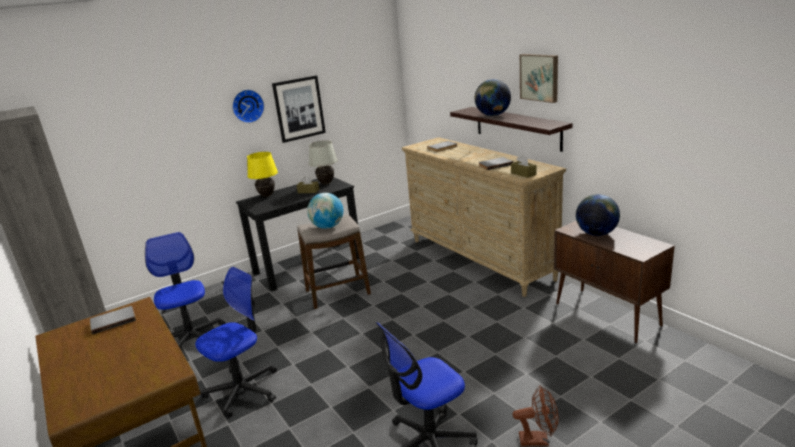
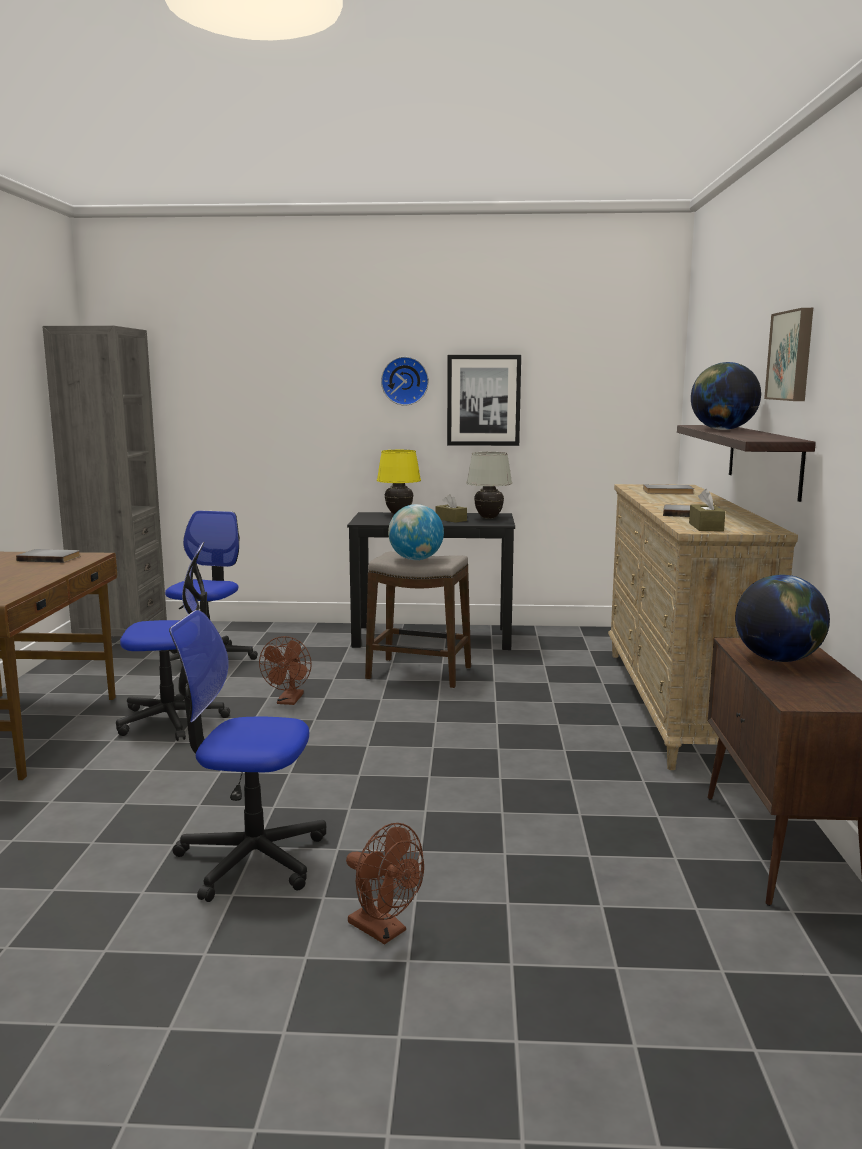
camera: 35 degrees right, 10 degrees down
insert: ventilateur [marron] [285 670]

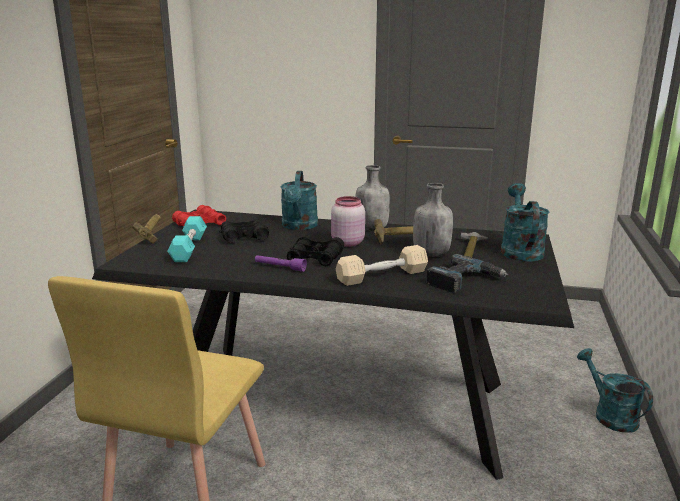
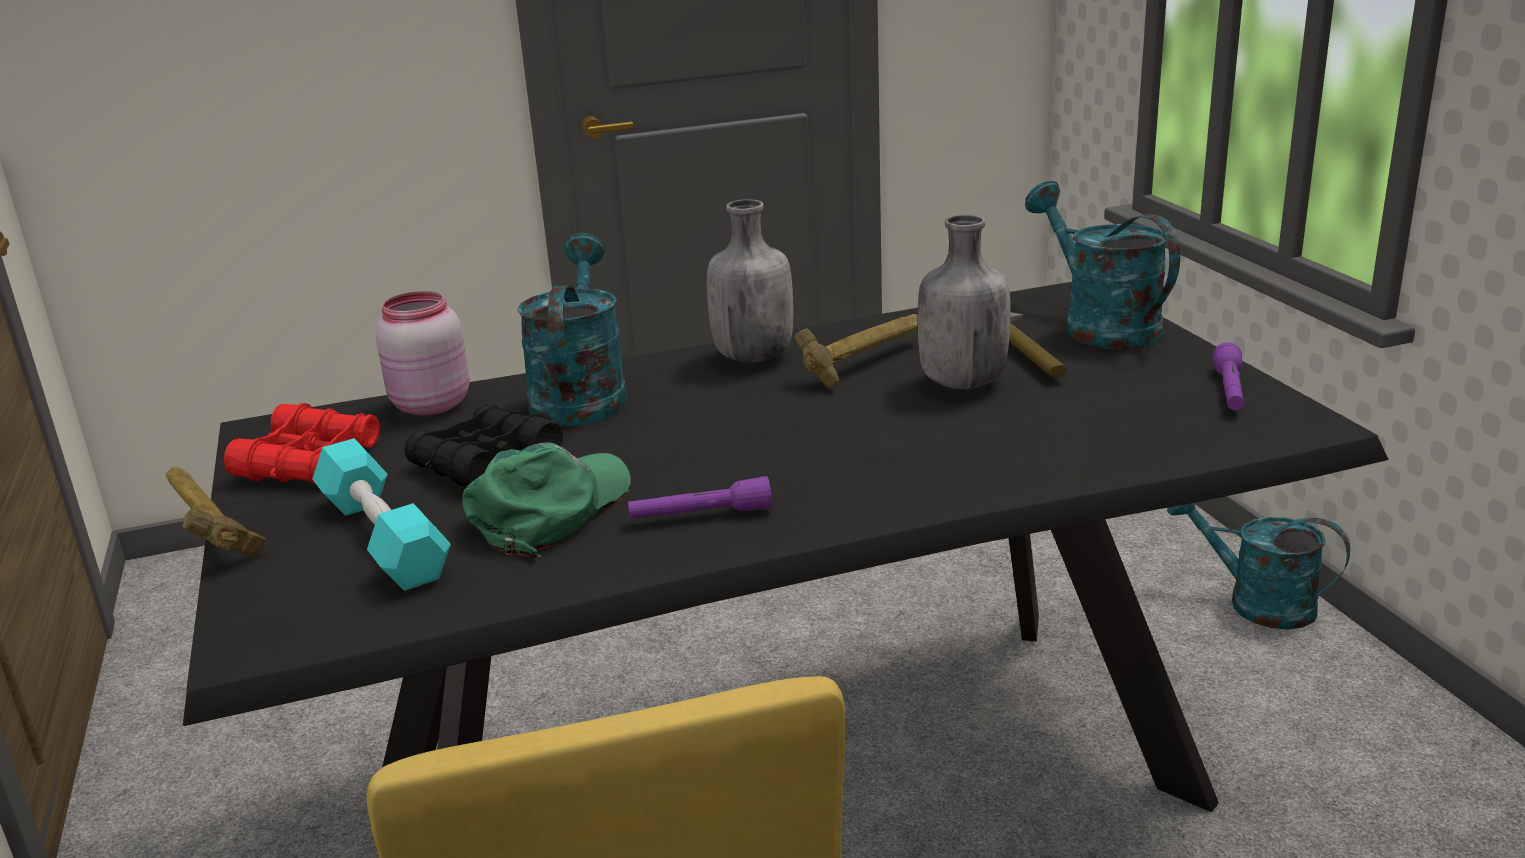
camera: 30 degrees left, 5 degrees up
delete: jumelles [noir] [315 250]; haltère [beige] [382 265]; perceuse [467 273]
insert: casquette [vert] [546 500]; lampe de poche [violet] [1228 376]
move: bocal [rose] [348 221] to [423 353]
rotate: arrosoir [turquoise] [299 200] = [572 330] 150 degrees counterclockwise

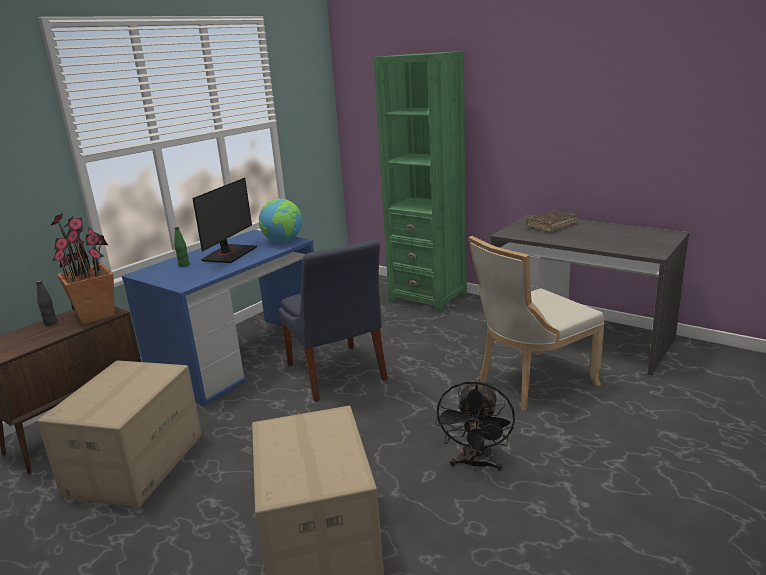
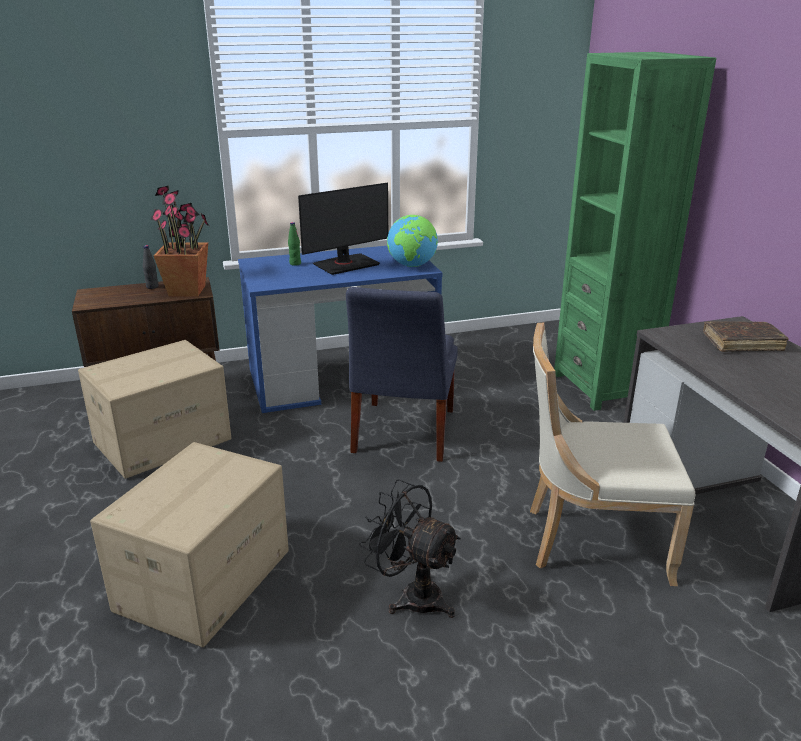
camera: 35 degrees right, 5 degrees up
rotate: ventilateur [noir] [475 425] = [410 548] 75 degrees clockwise

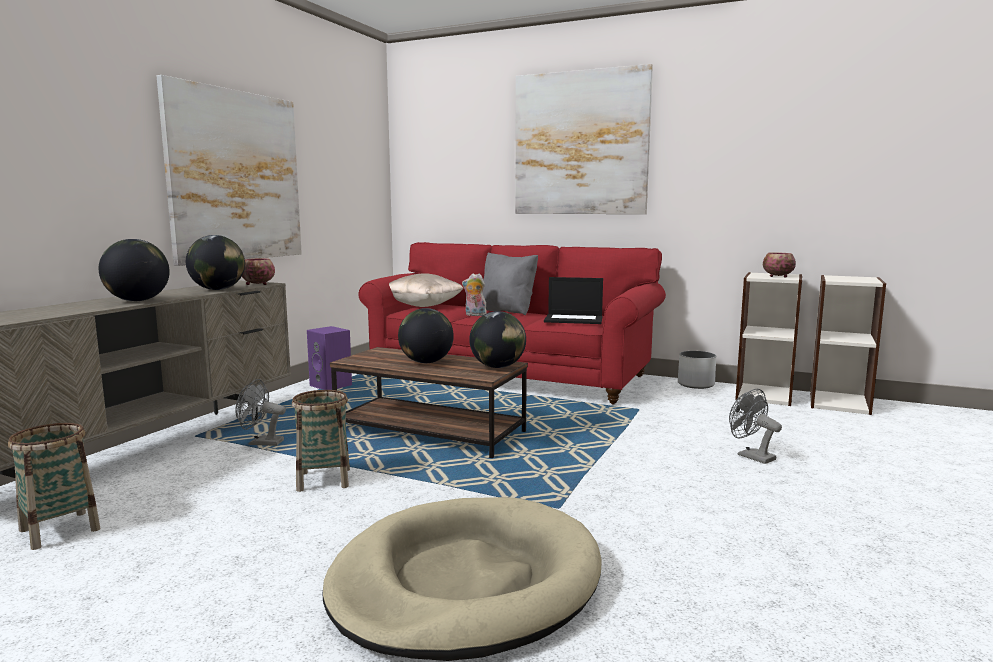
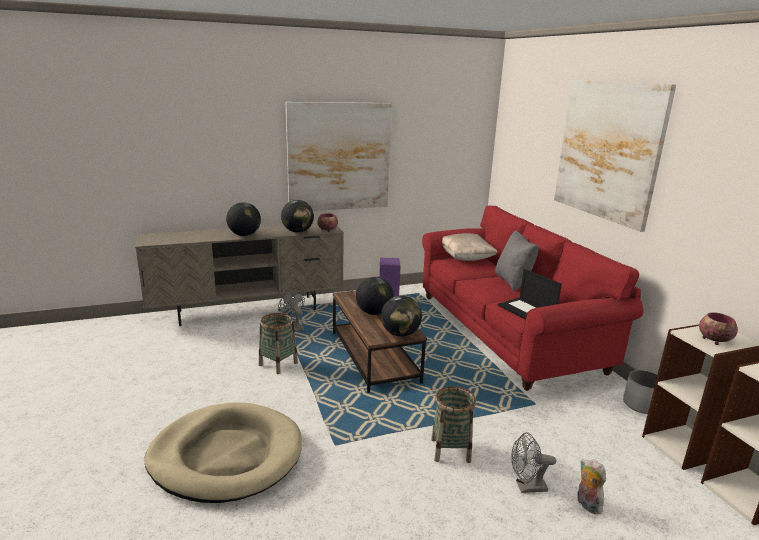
camera: 45 degrees right, 10 degrees up
move: panier [54 486] to [453 424]; peluche [474 295] to [591 486]
rotate: ventilateur [gris] [755 426] = [533 462] 105 degrees counterclockwise

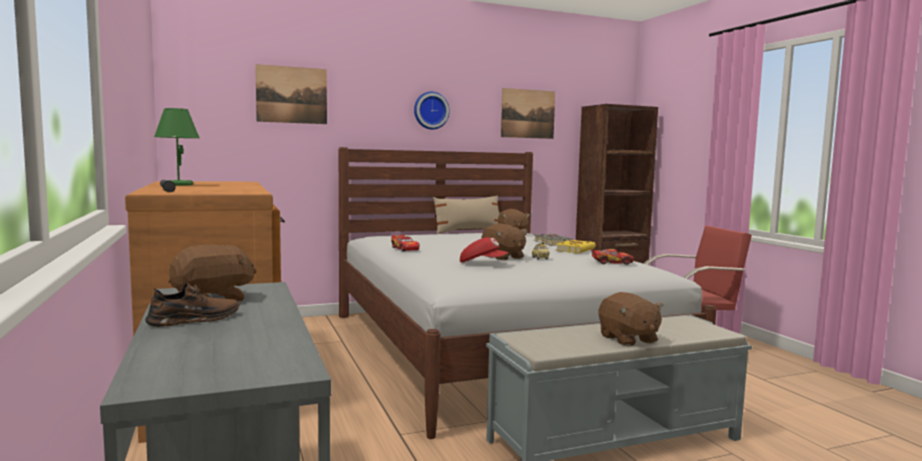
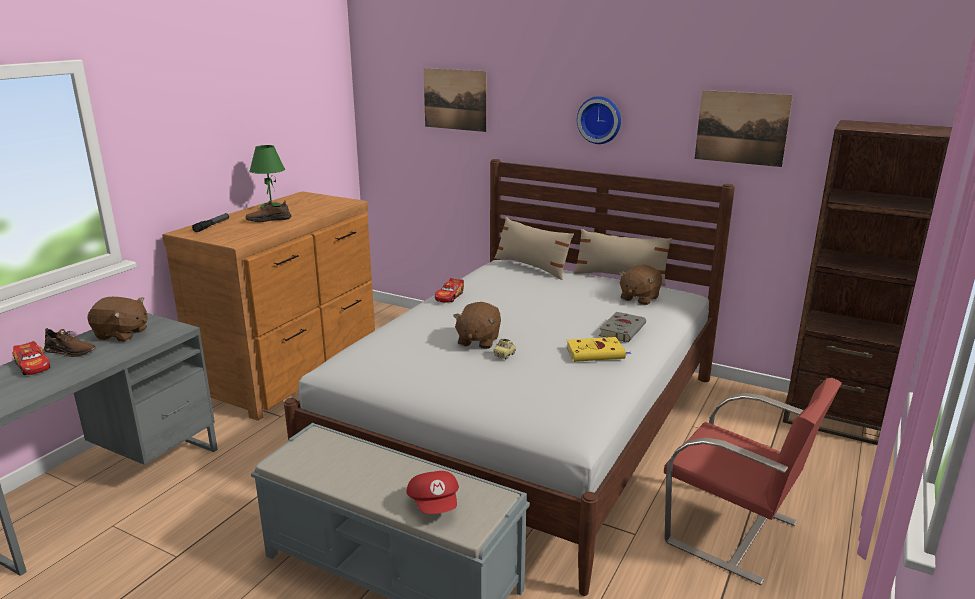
camera: 50 degrees right, 15 degrees up
delete: peluche [marron] [631 319]
insert: chaussure [marron] [268 211]; coussin [beige] [534 248]
move: casquette [rouge] [484 250] to [432 492]; petite voiture [612 257] to [31 358]

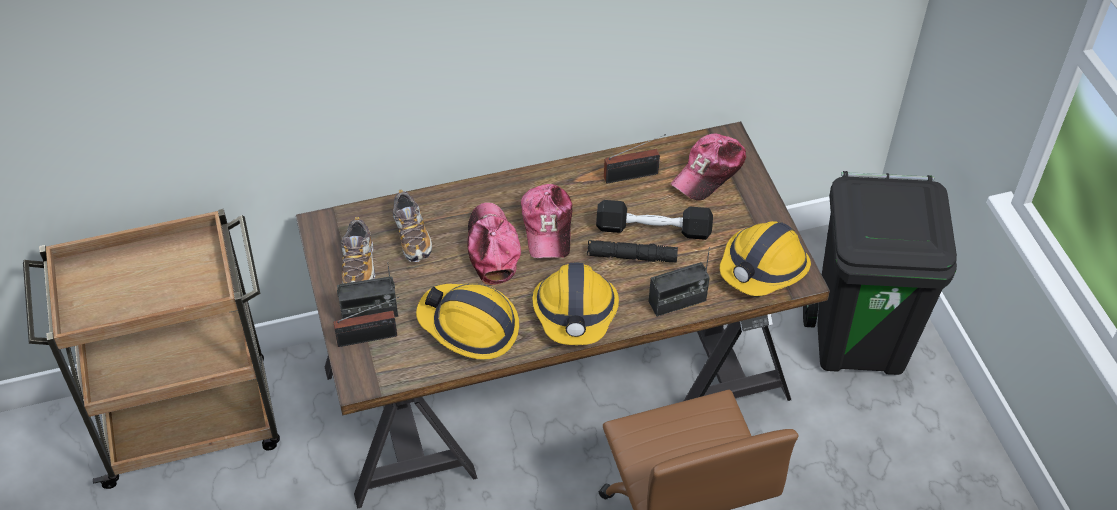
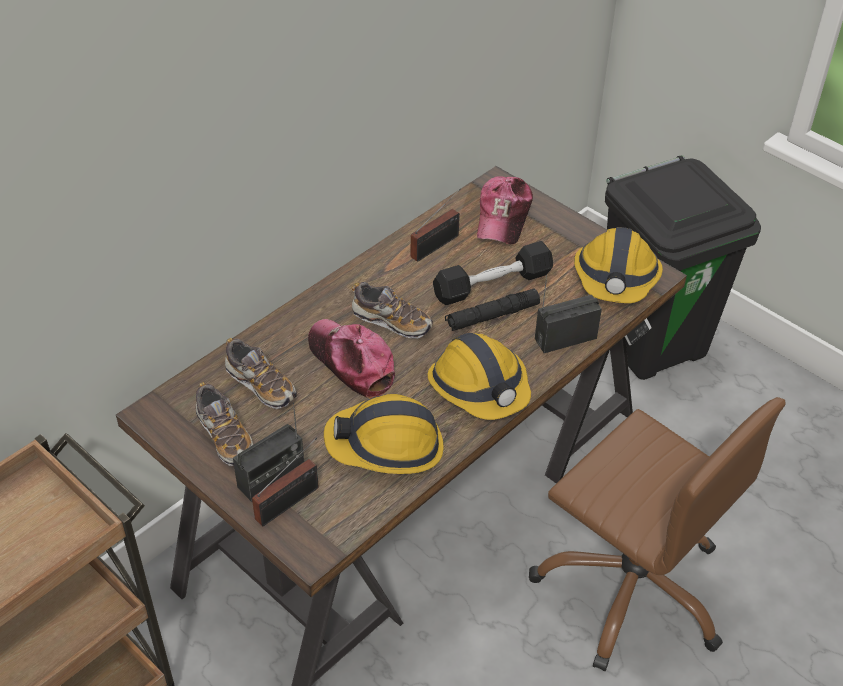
camera: 30 degrees left, 5 degrees down
replace: casquette [546 221] to chaussure [392 310]
rotate: radio [679 282] = [568 314] 150 degrees counterclockwise

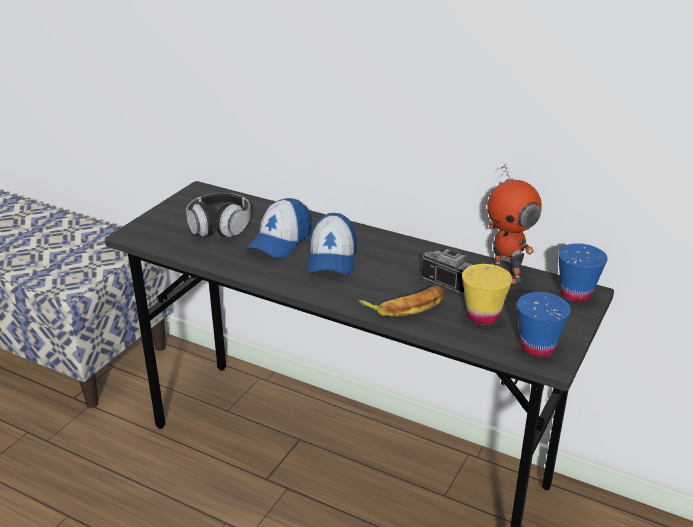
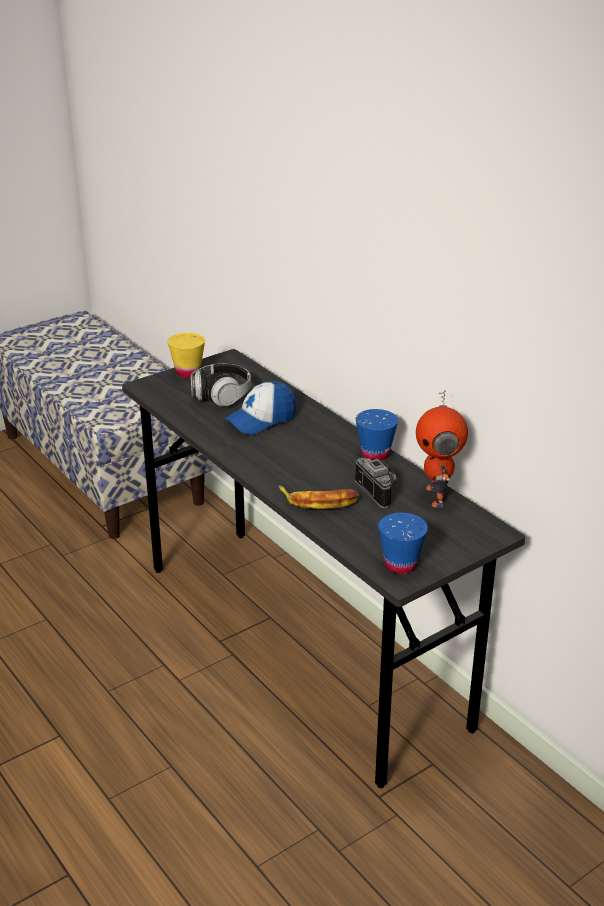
camera: 25 degrees right, 0 degrees up
delete: casquette [331 244]
move: tasse [jaune] [487 294] to [186 355]; tasse [bleu] [583 272] to [377 434]

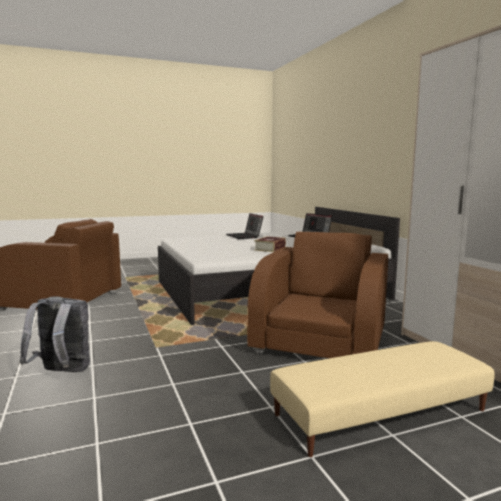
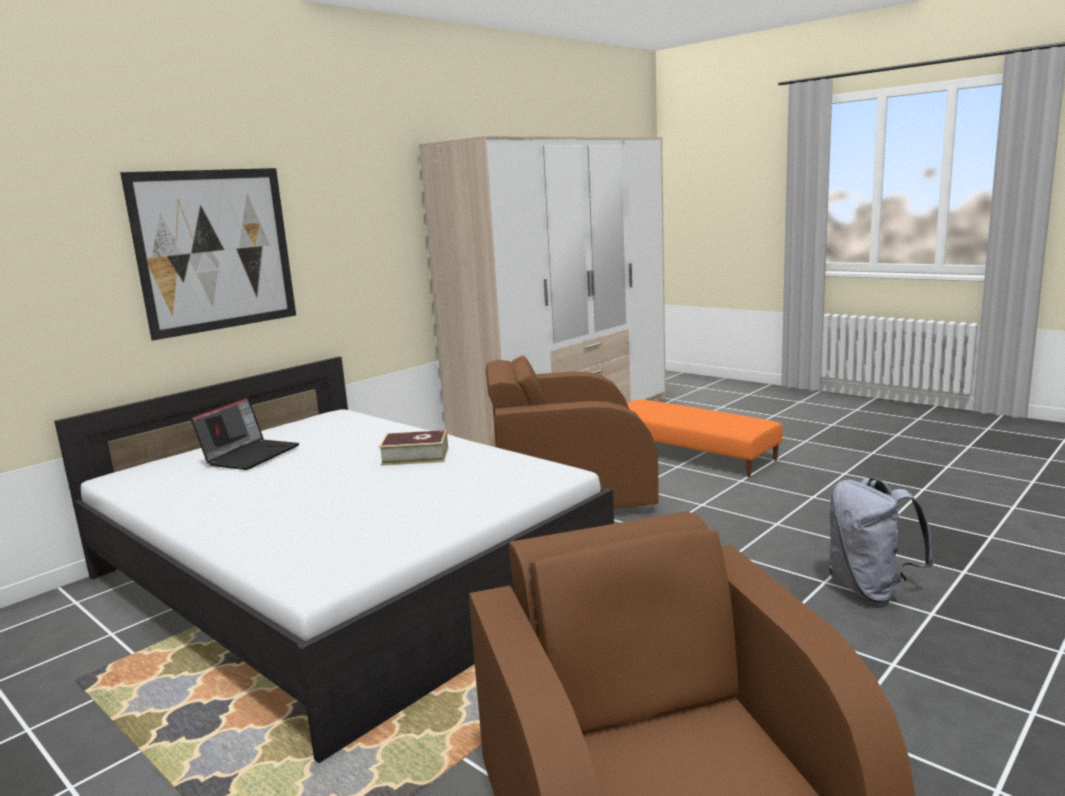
camera: 115 degrees left, 5 degrees up
delete: ordinateur portable [245 226]
insert: tableau [208 254]
recolor: pouf [beige] [382 399] to pouf [orange] [705 438]

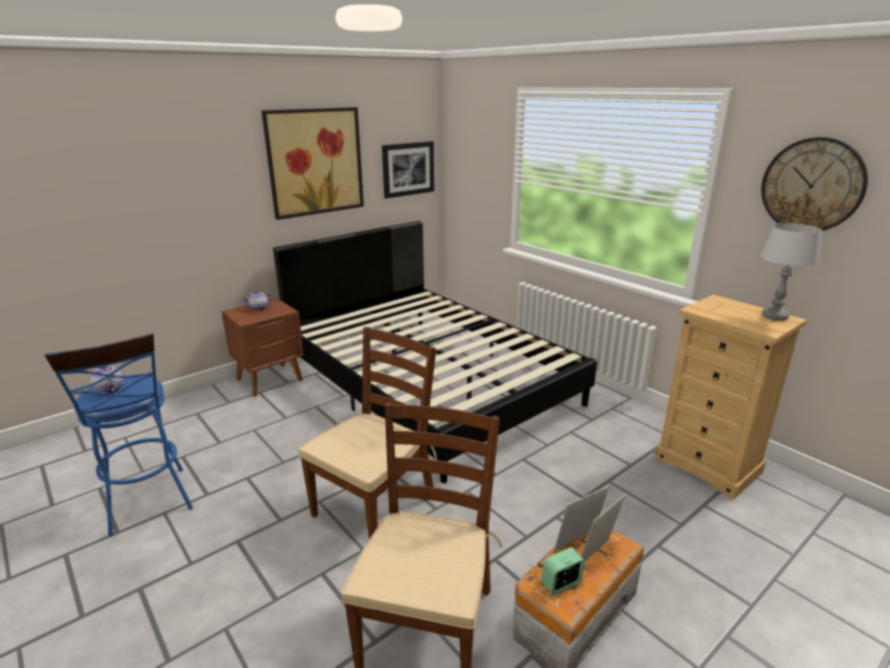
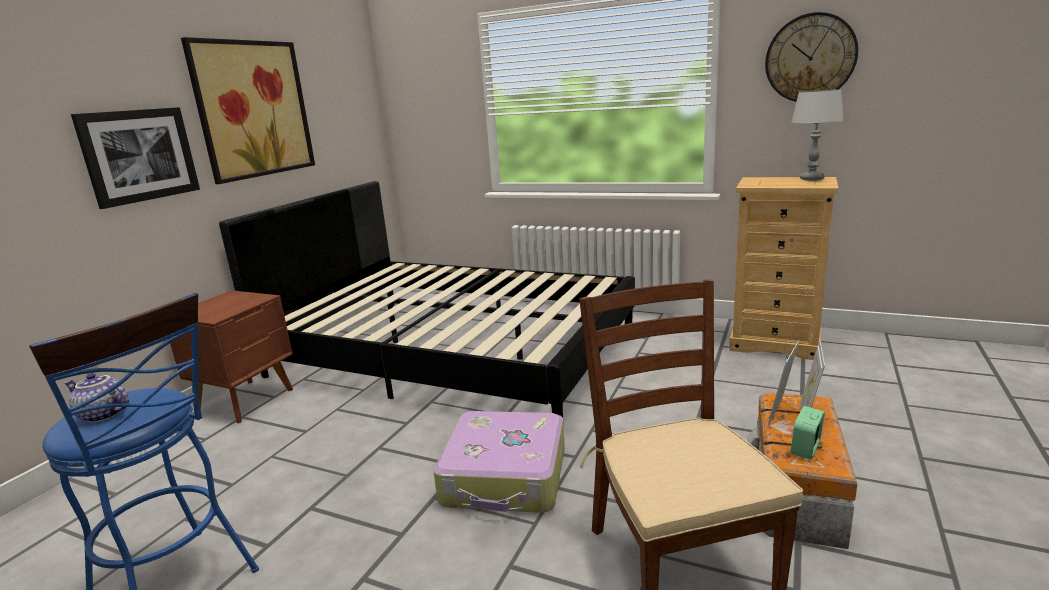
camera: 25 degrees left, 5 degrees down
delete: théière [258 301]
move: tableau [408 170] to [135 158]
replace: chaise [marron] [367 433] to valise [499 462]

